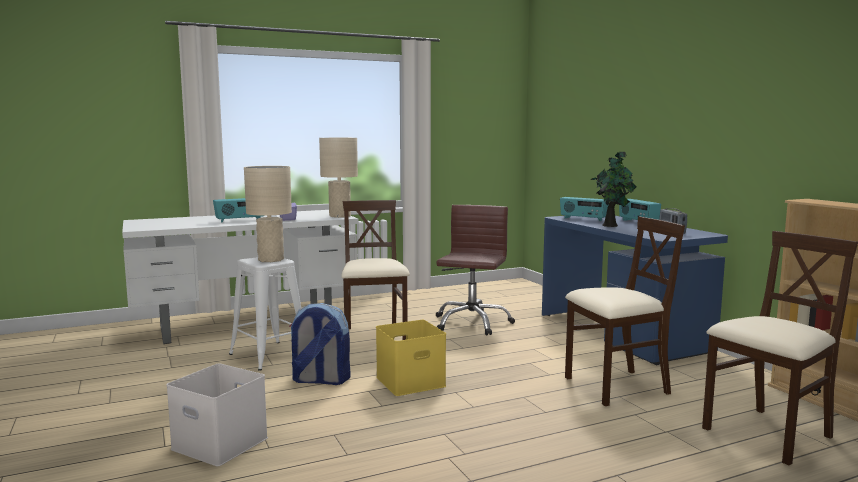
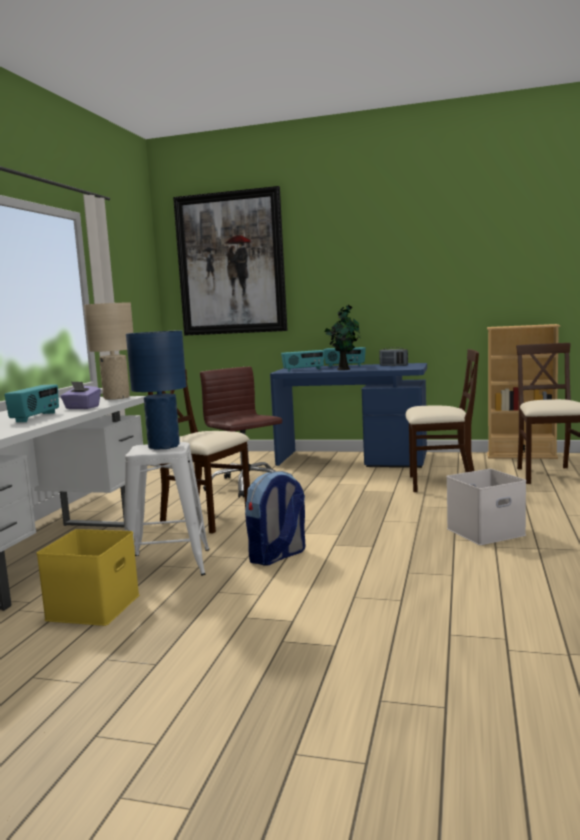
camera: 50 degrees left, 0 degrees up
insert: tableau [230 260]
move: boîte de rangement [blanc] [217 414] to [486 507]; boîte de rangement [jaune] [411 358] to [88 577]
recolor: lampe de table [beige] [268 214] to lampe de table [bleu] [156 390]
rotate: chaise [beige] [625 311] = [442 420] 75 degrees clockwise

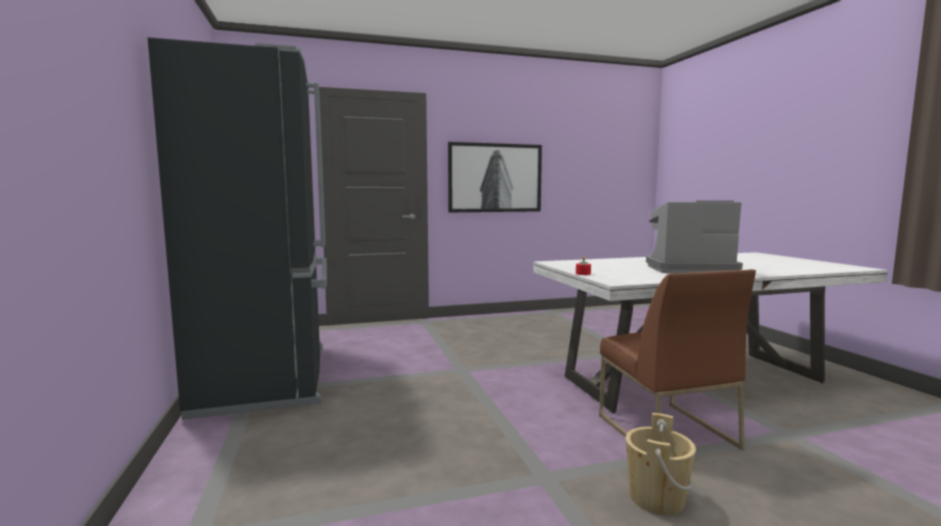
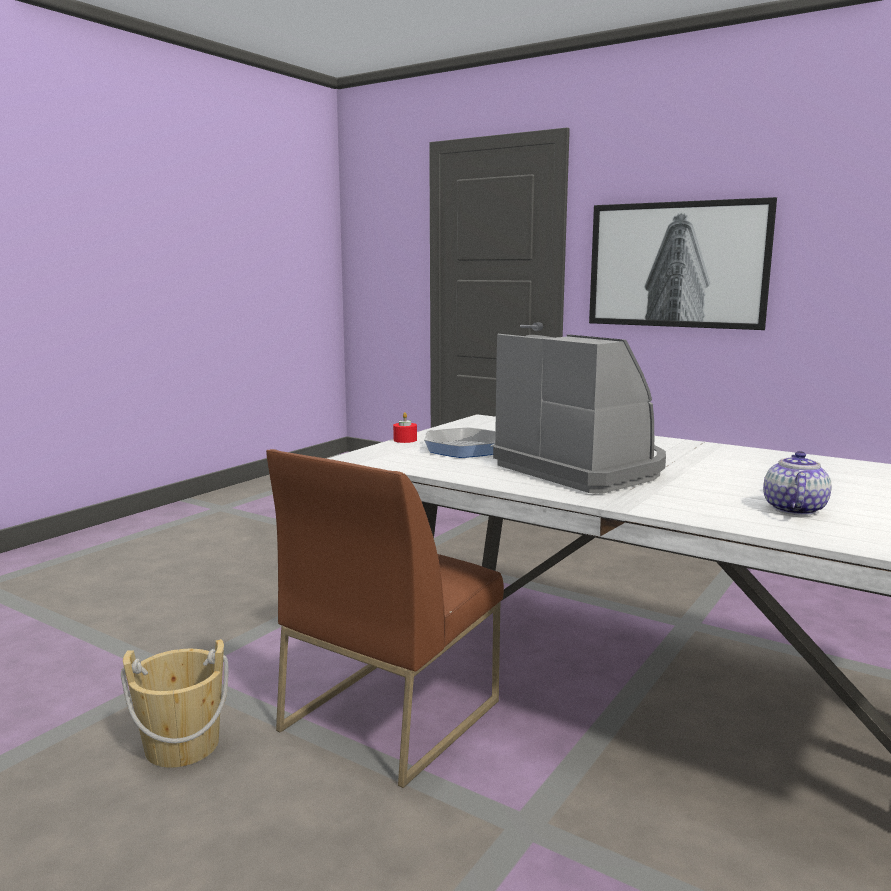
camera: 50 degrees right, 5 degrees up
delete: réfrigérateur [noir] [237 228]
insert: poêle [459 442]; théière [797 483]

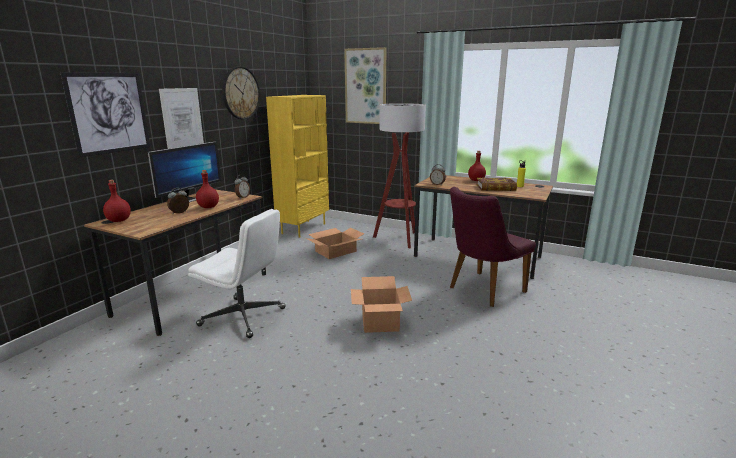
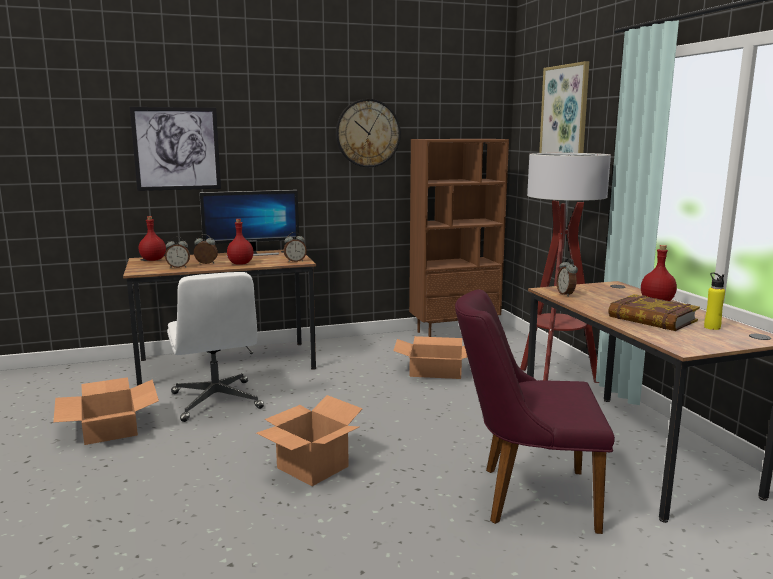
camera: 45 degrees right, 5 degrees down
delete: tableau [181 118]
insert: carton [106 411]; réveil [177 252]
recolor: bibliothèque [jaune] [297 166] to bibliothèque [marron] [459 238]

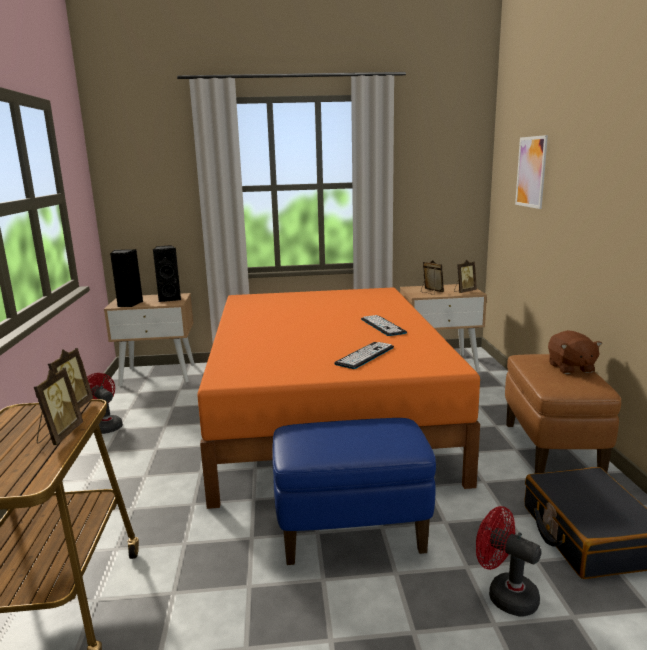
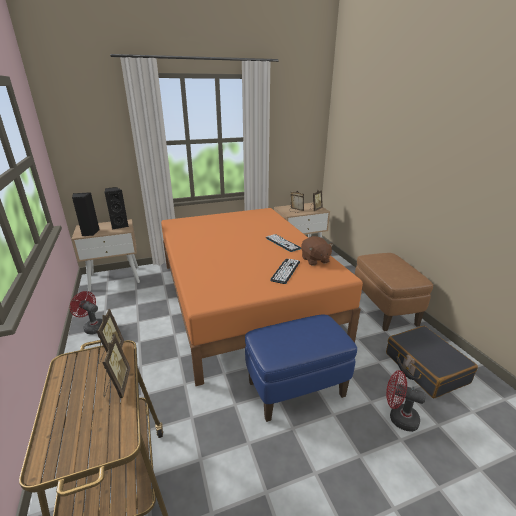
camera: 15 degrees left, 10 degrees up
delete: tableau [531 172]
move: peluche [marron] [575 352] to [317 251]

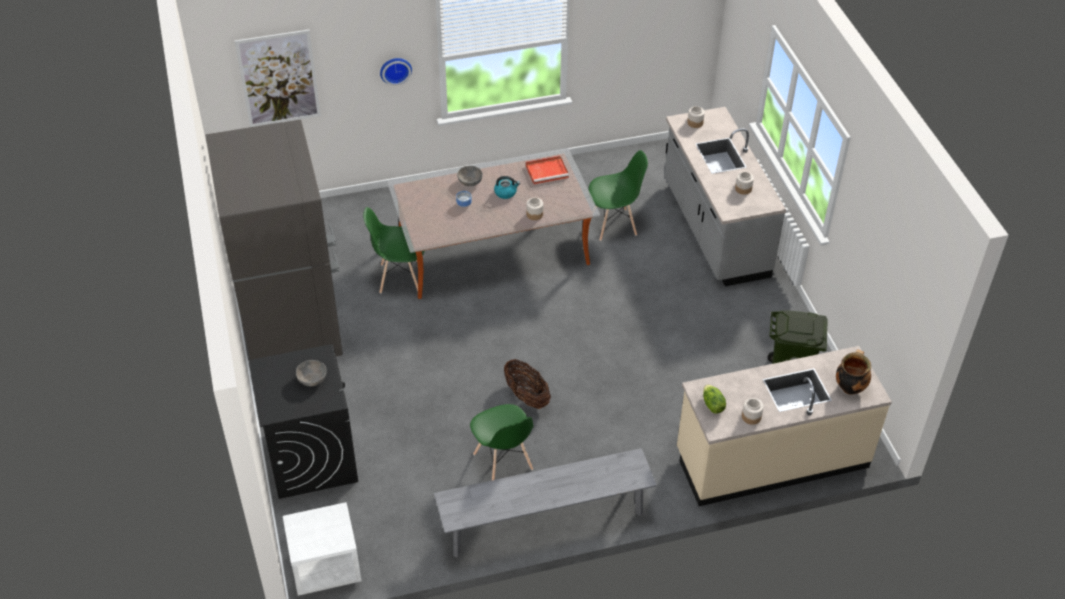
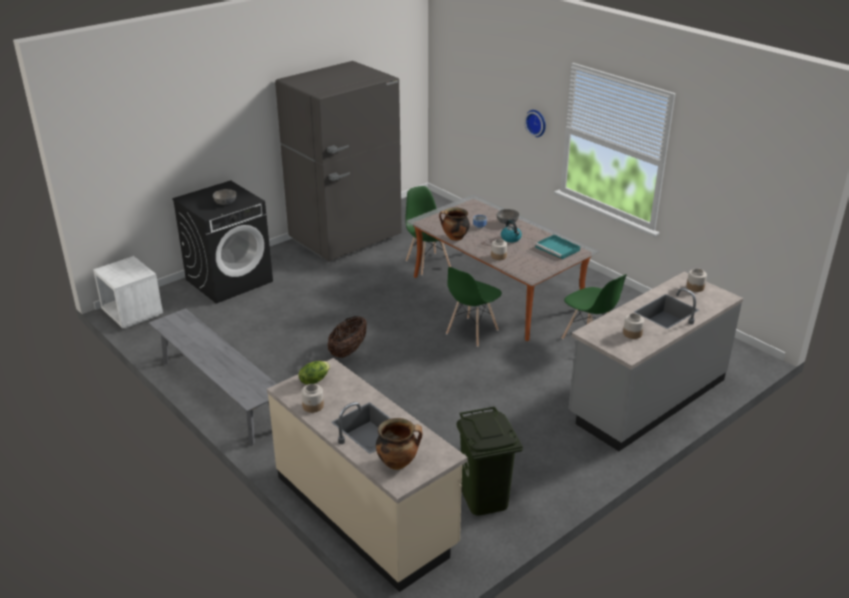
camera: 65 degrees right, 15 degrees down
delete: tableau [278 78]
insert: marmite [454 224]
move: chaise [vert] [501 442] to [474 307]
recolor: plateau [rouge] [547 169] to plateau [turquoise] [557 247]

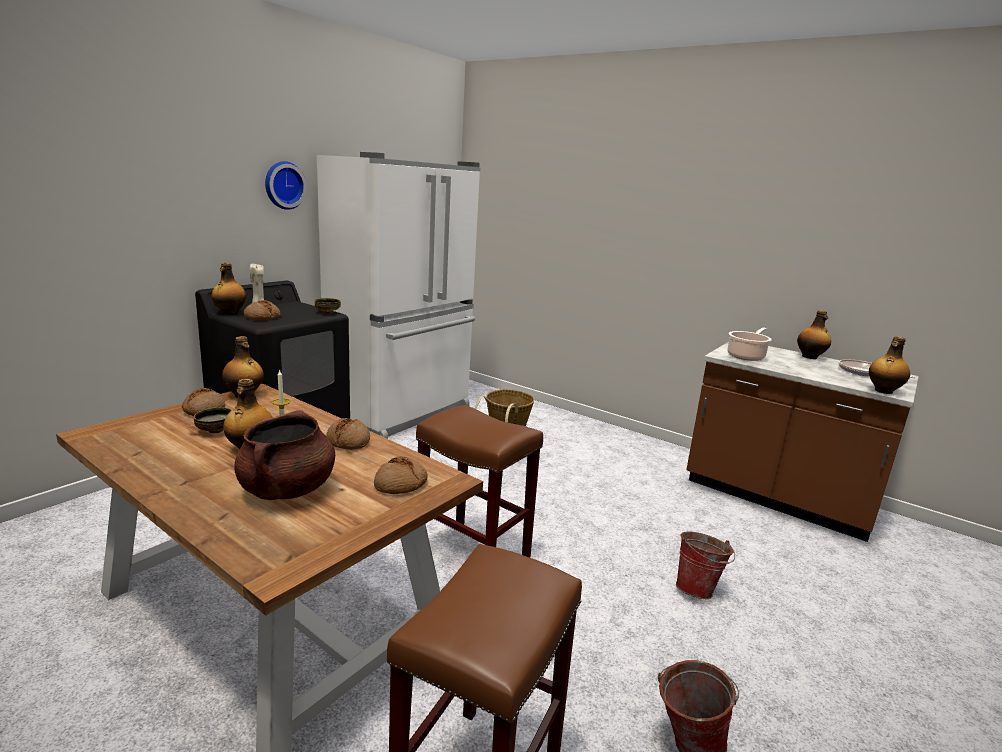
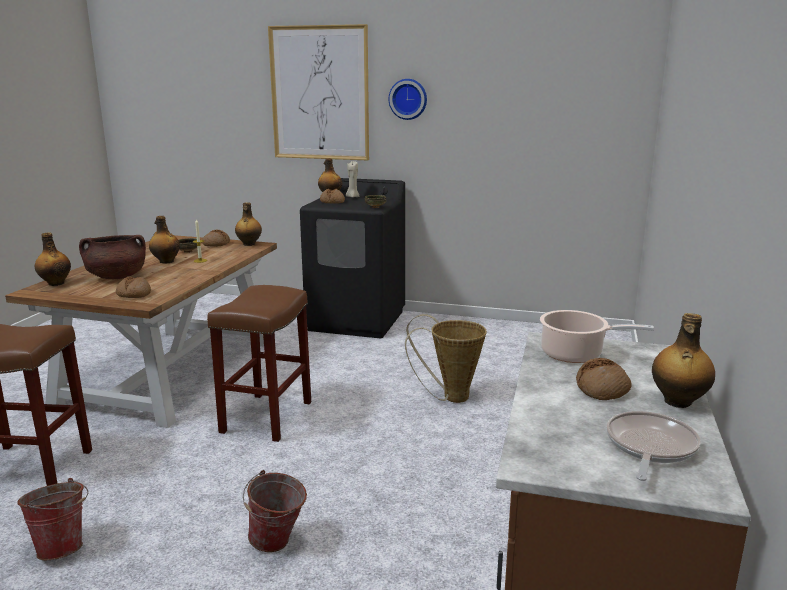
camera: 70 degrees right, 0 degrees up
delete: réfrigérateur [blanc] [398 295]
insert: tableau [318 92]
move: pain [348 434] to [604 379]; bouteille [889 365] to [53 259]

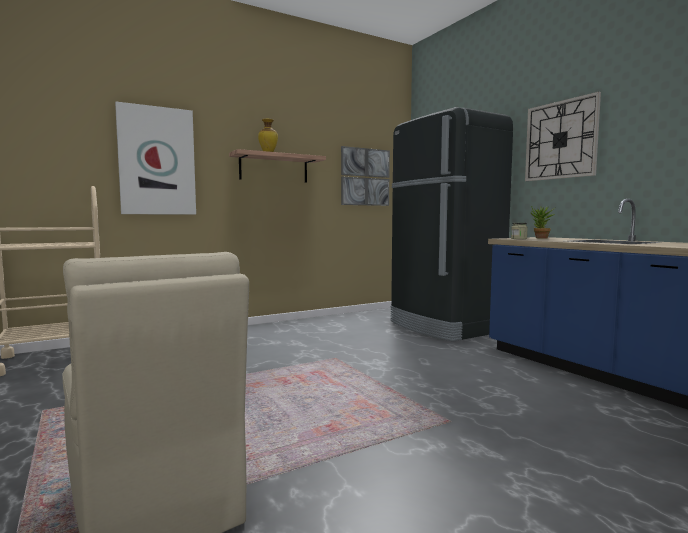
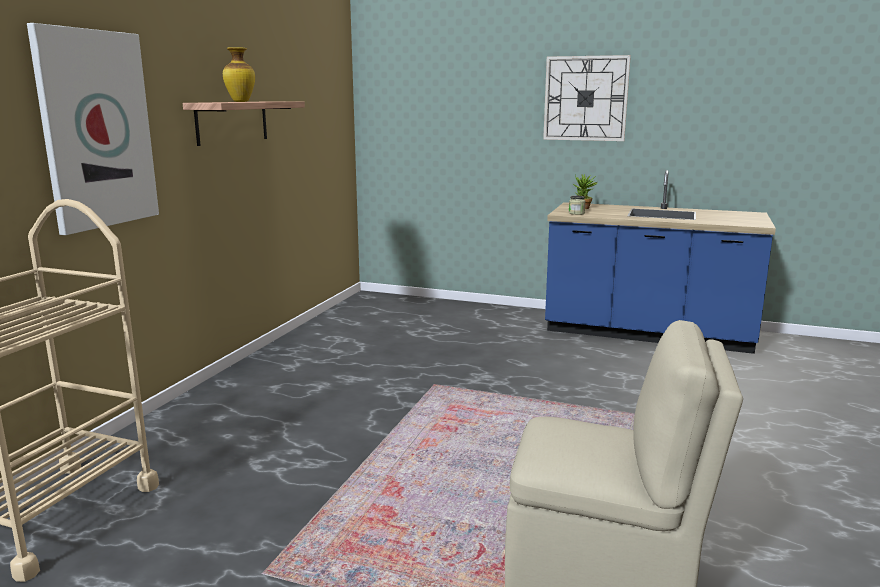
camera: 40 degrees left, 10 degrees up
delete: tableau [365 176]; réfrigérateur [noir] [451 224]

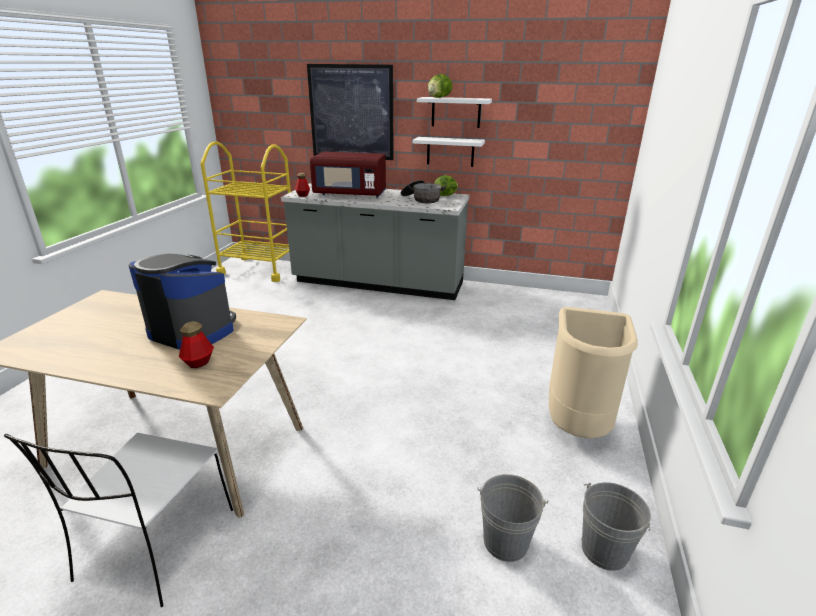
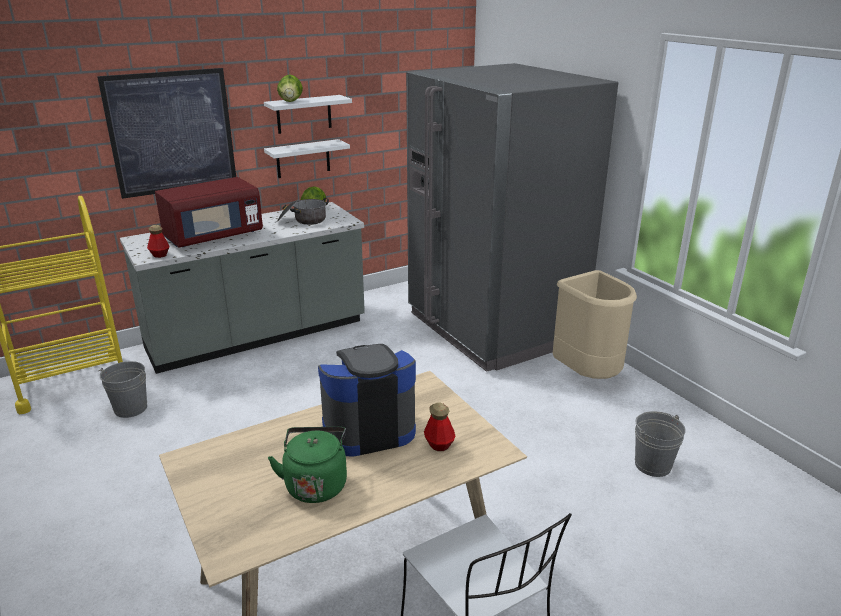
camera: 45 degrees left, 0 degrees up
insert: bouilloire [vert] [307 465]; réfrigérateur [gris] [512 217]
move: seau [gris] [616 526] to [123 389]

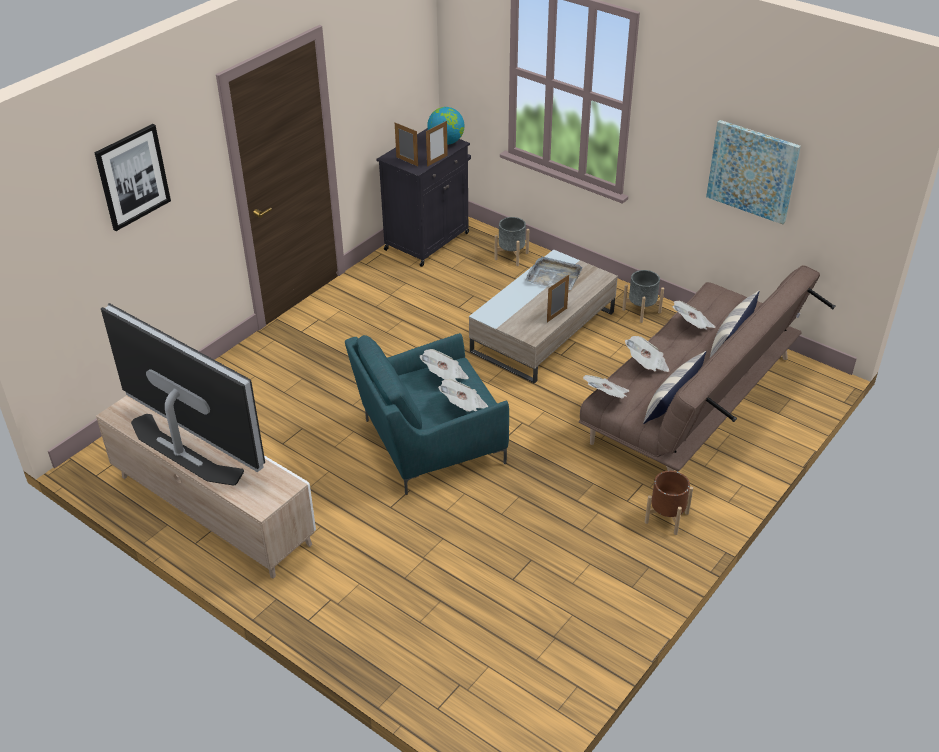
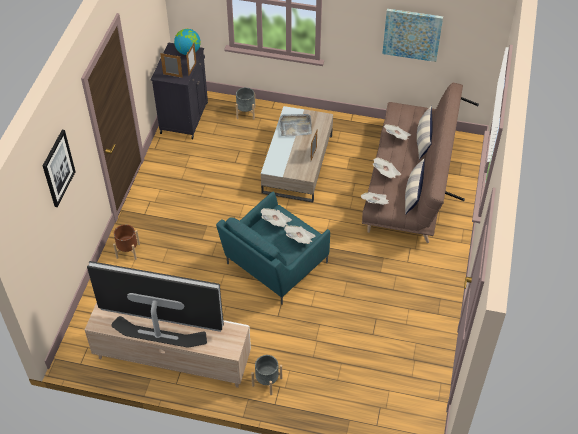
camera: 25 degrees left, 10 degrees up
move: cache-pot [gris] [643 296] to [266 375]; cache-pot [marron] [669 503] to [126 242]

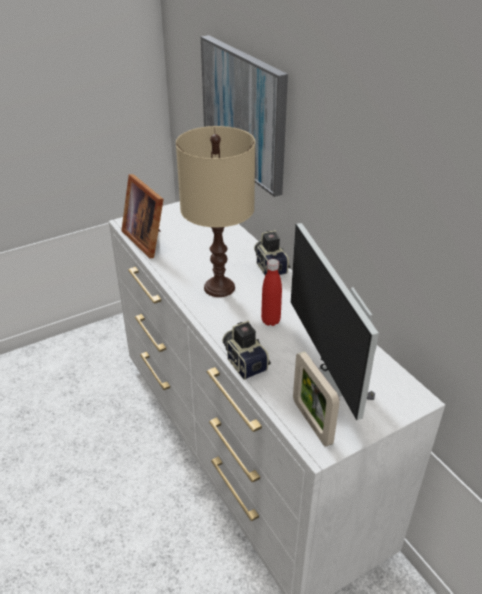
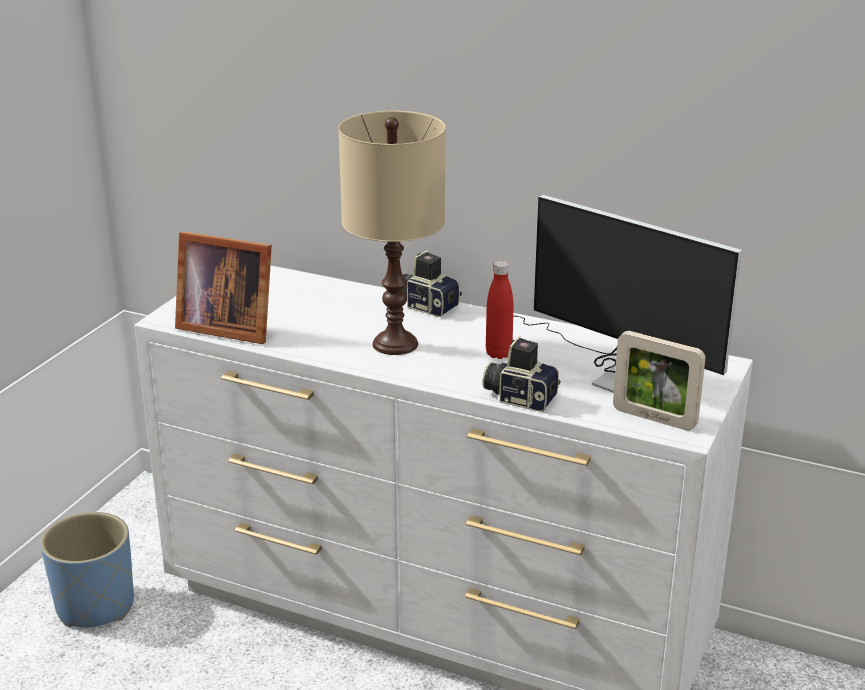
camera: 35 degrees left, 10 degrees down
delete: tableau [244 116]
insert: cache-pot [bleu] [87 570]

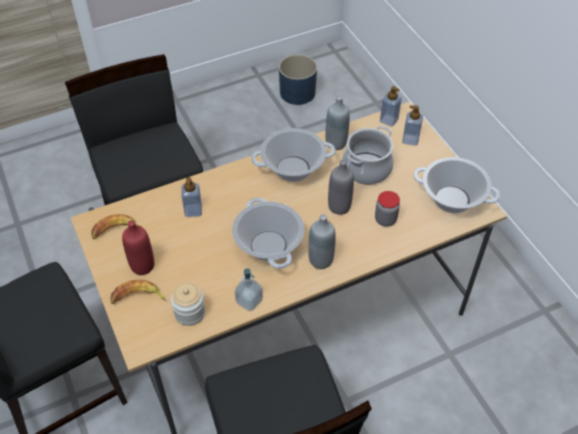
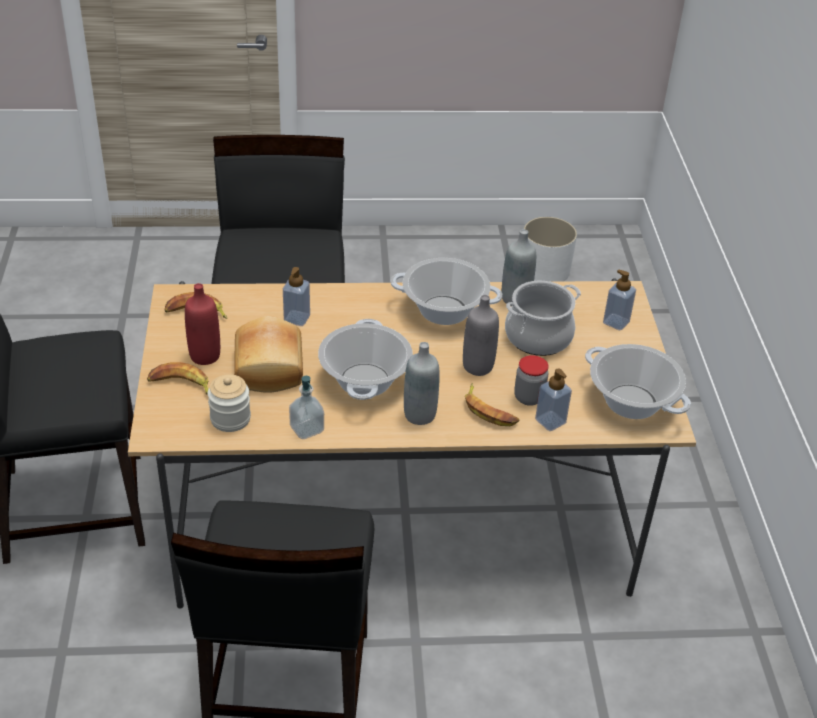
camera: 20 degrees right, 10 degrees down
insert: pain [268 354]; banane [492 404]
move: distributeur de savon [391 106] to [553 400]
recolor: cache-pot [bleu] [298 80] to cache-pot [blanc] [550 249]

